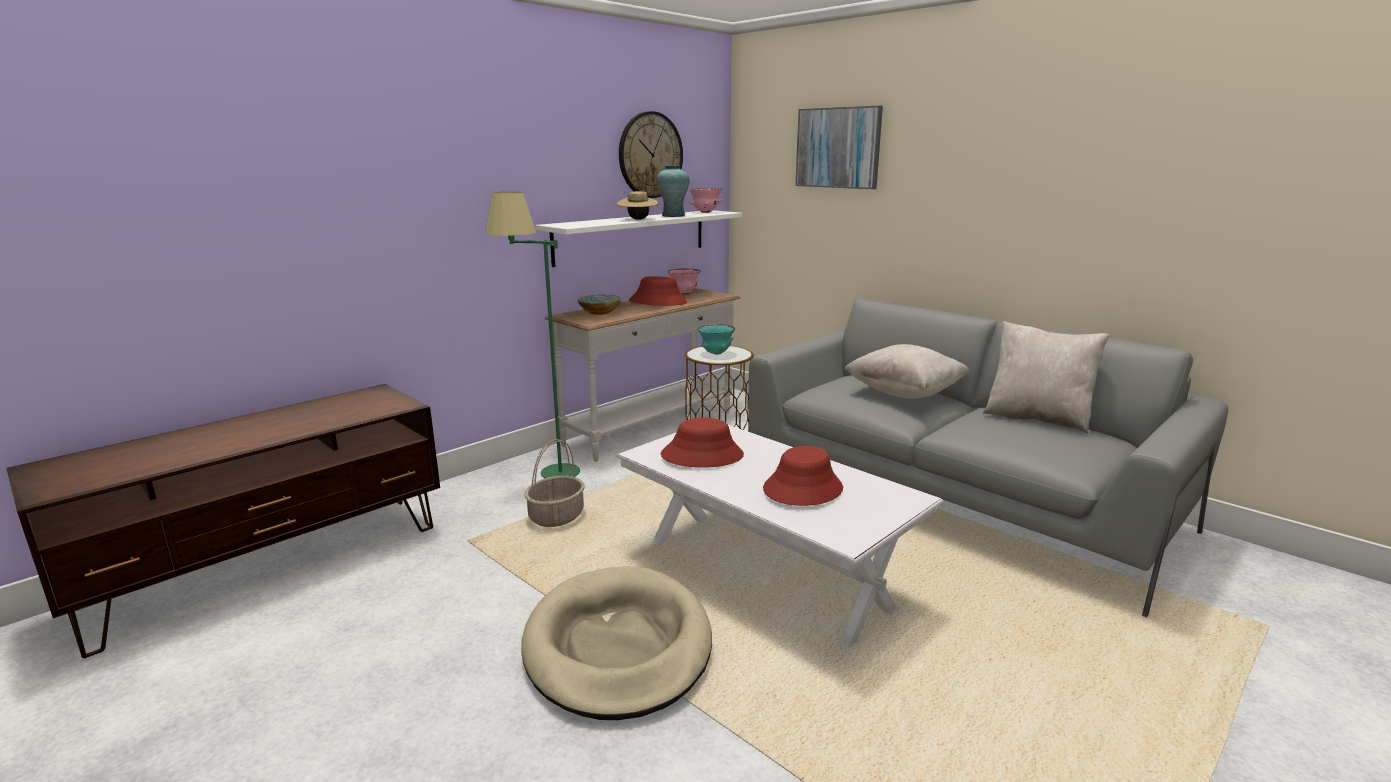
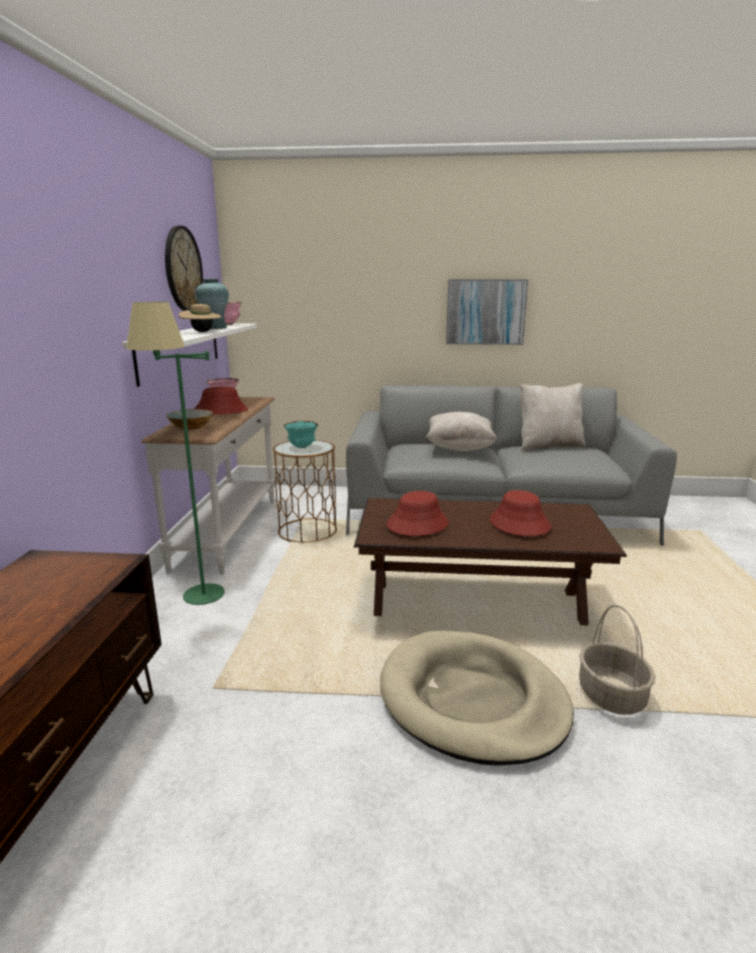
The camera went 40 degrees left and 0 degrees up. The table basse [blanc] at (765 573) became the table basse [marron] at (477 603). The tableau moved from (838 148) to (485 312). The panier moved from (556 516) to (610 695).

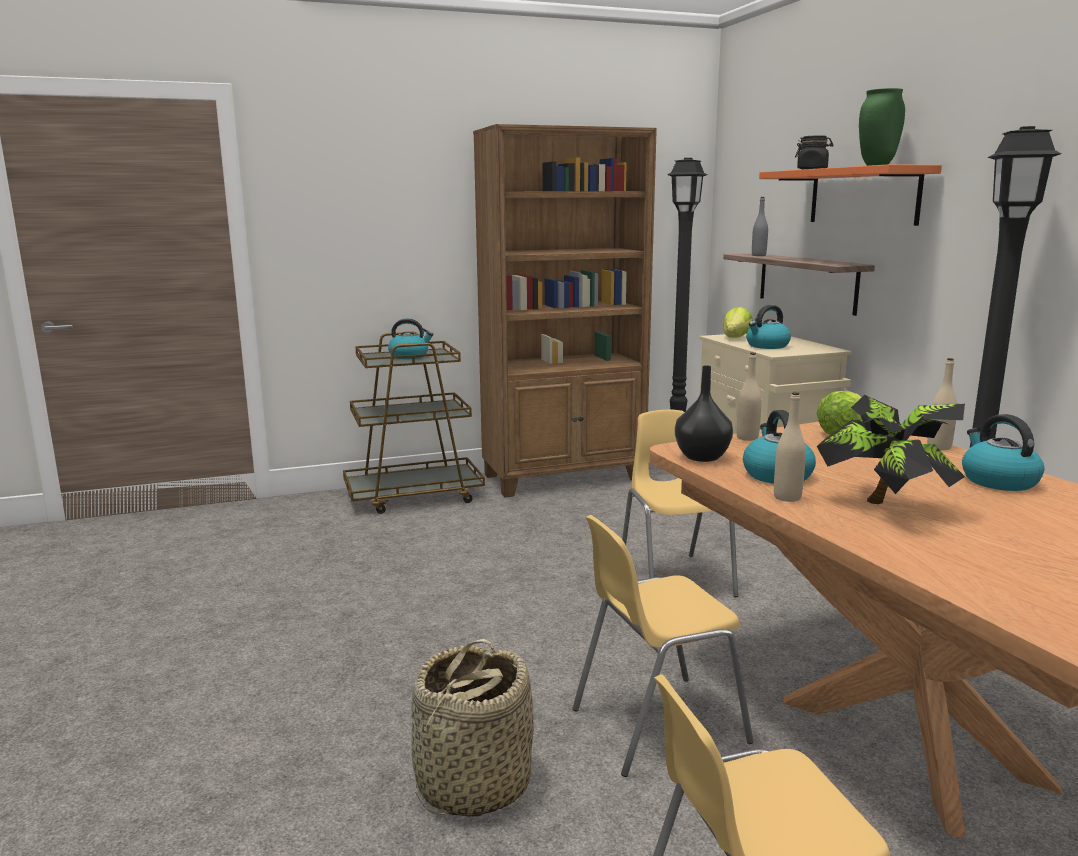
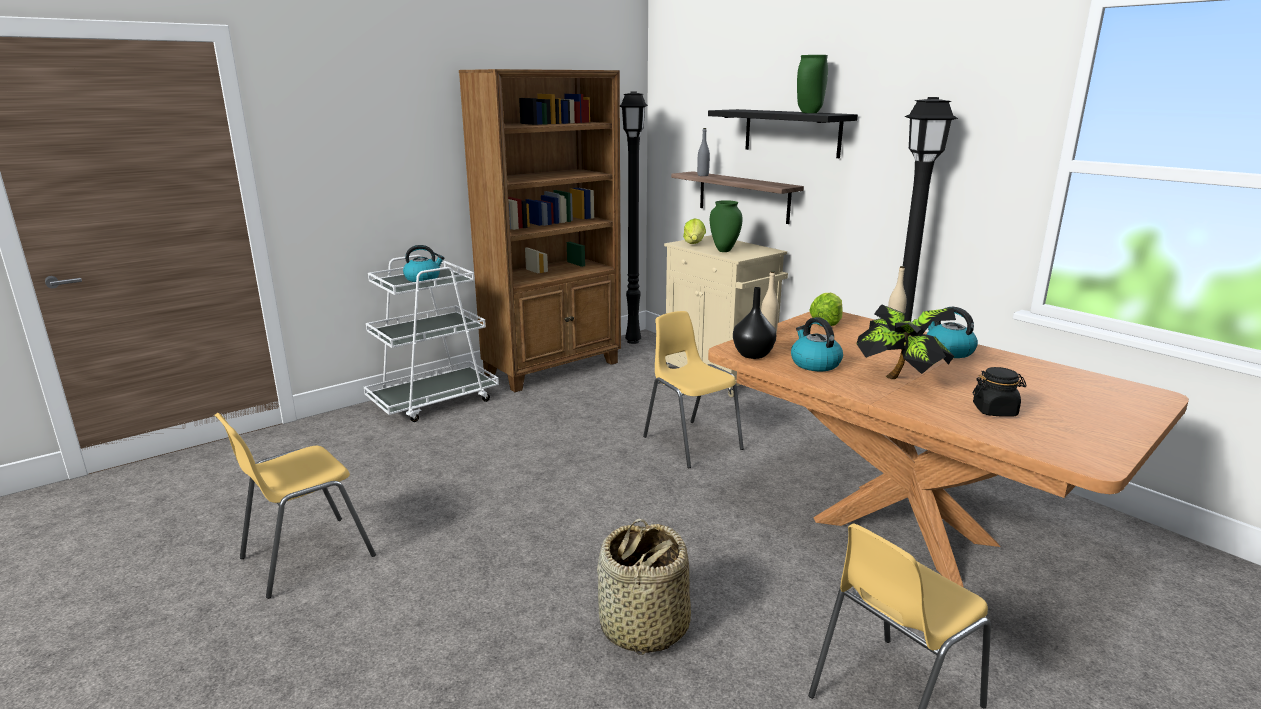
The camera went 20 degrees left and 5 degrees up. The chaise [jaune] moved from (656 725) to (305 557). The chariot [marron] at (414 496) became the chariot [blanc] at (434 401). The étagère [orange] at (863 196) became the étagère [noir] at (791 132). The bouilloire at (767 346) was replaced by the vase [vert] at (724 250). The bocal [noir] moved from (812 170) to (995 411). The bouteille [beige] at (787 497) disappeared.

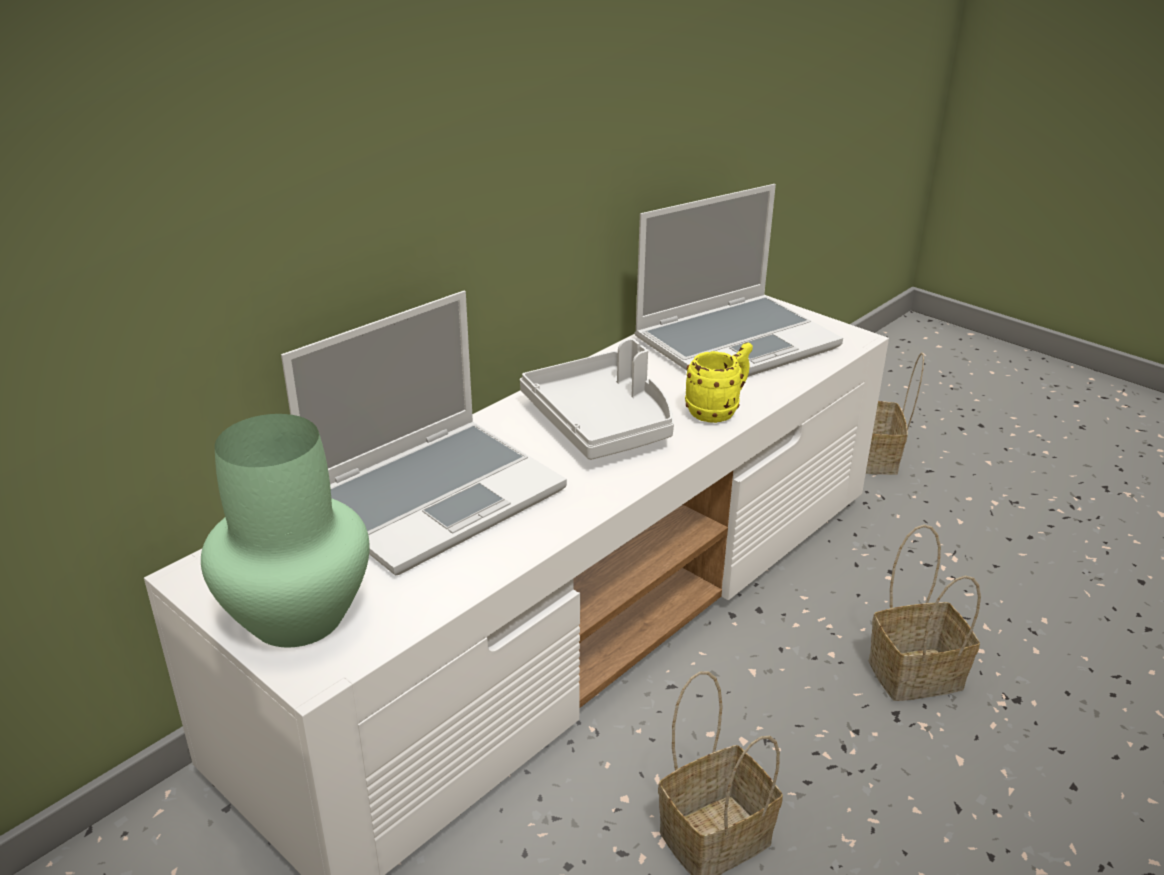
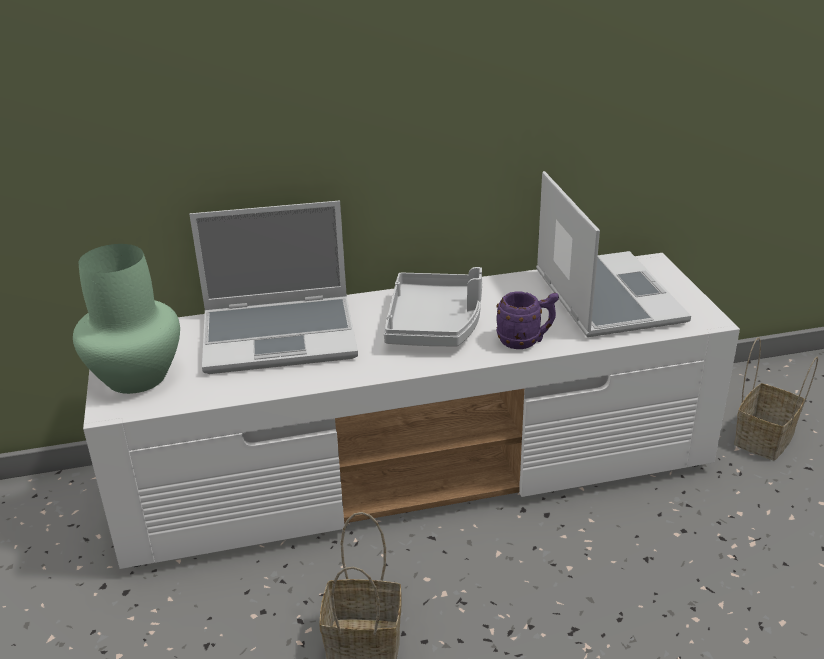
The camera went 35 degrees right and 0 degrees up. The mug [jaune] at (718 411) became the mug [violet] at (525 341). The ordinateur portable at (736 342) turned 105 degrees counterclockwise. The panier at (917 672) disappeared.

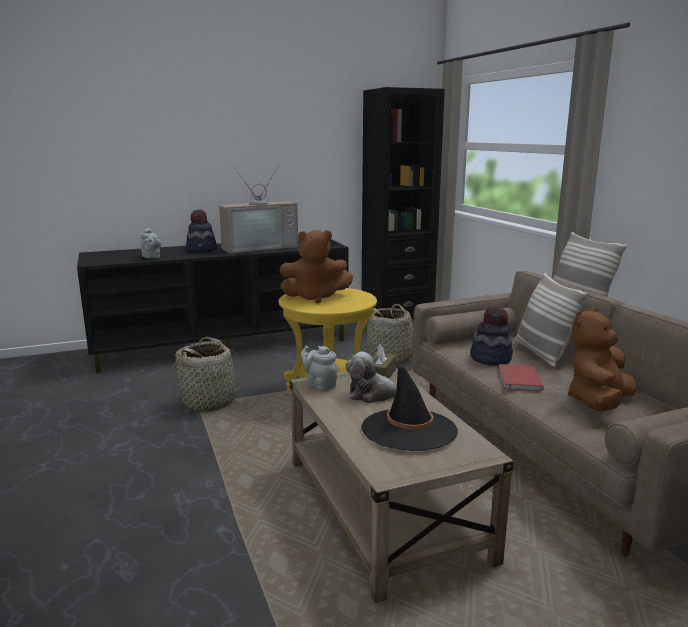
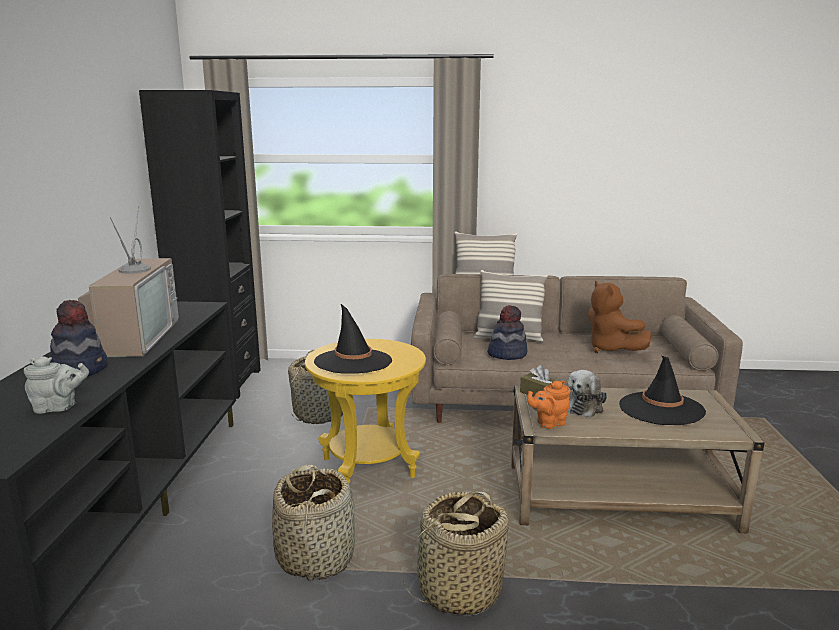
The camera went 65 degrees left and 0 degrees up. The peluche [marron] at (315 297) was replaced by the chapeau [noir] at (353 362). The panier at (459 591) appeared. The théière [gris] at (319 384) became the théière [orange] at (548 423). The livre [rouge] at (517 379) disappeared.

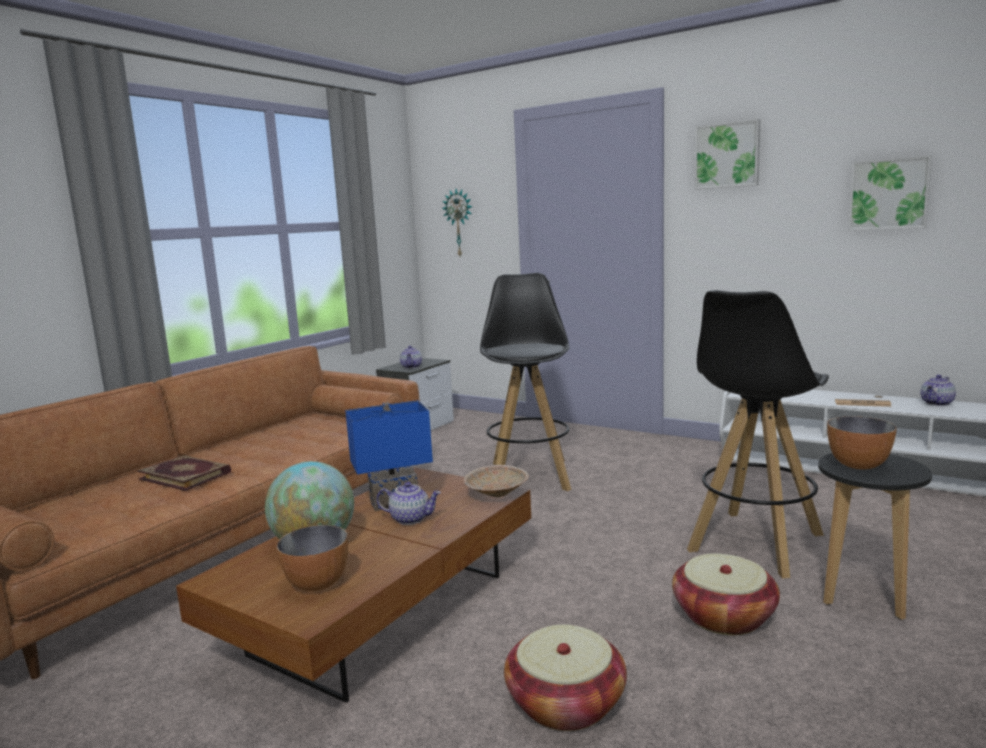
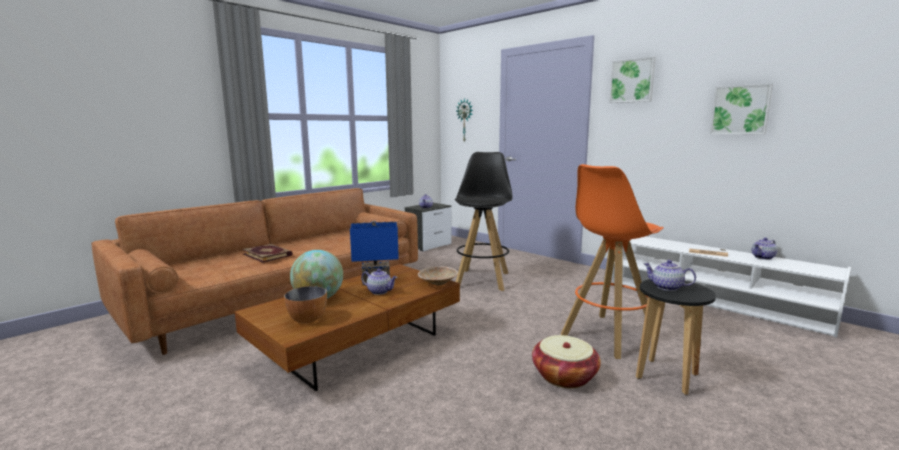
The camera went 10 degrees right and 0 degrees up. The tabouret [noir] at (754 543) became the tabouret [orange] at (607 335). The bol at (858 465) was replaced by the théière at (666 287). The panier at (566 703) disappeared.

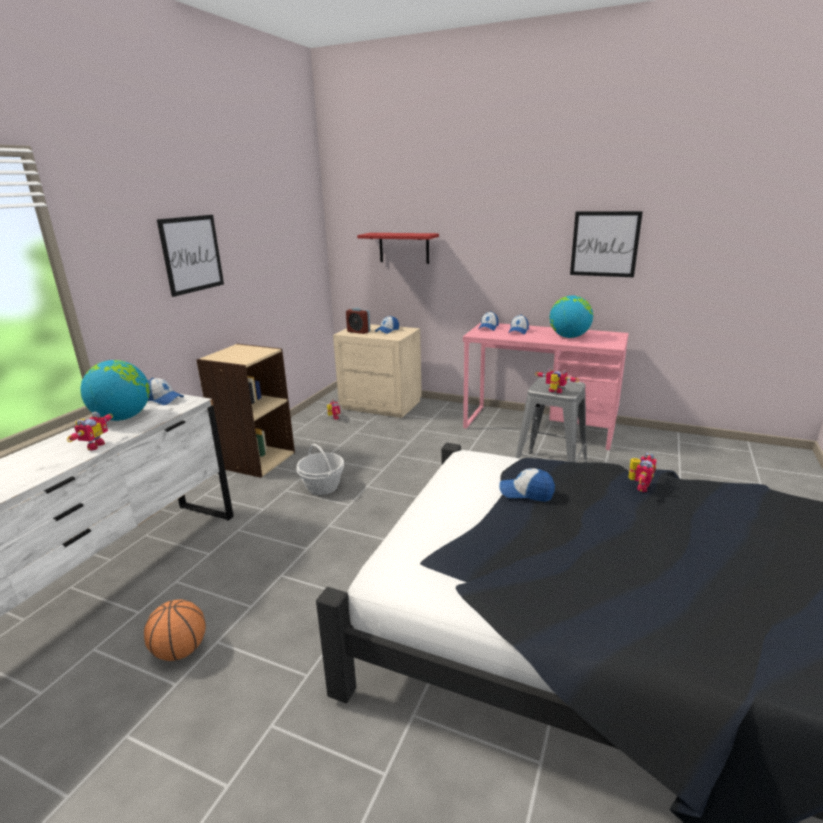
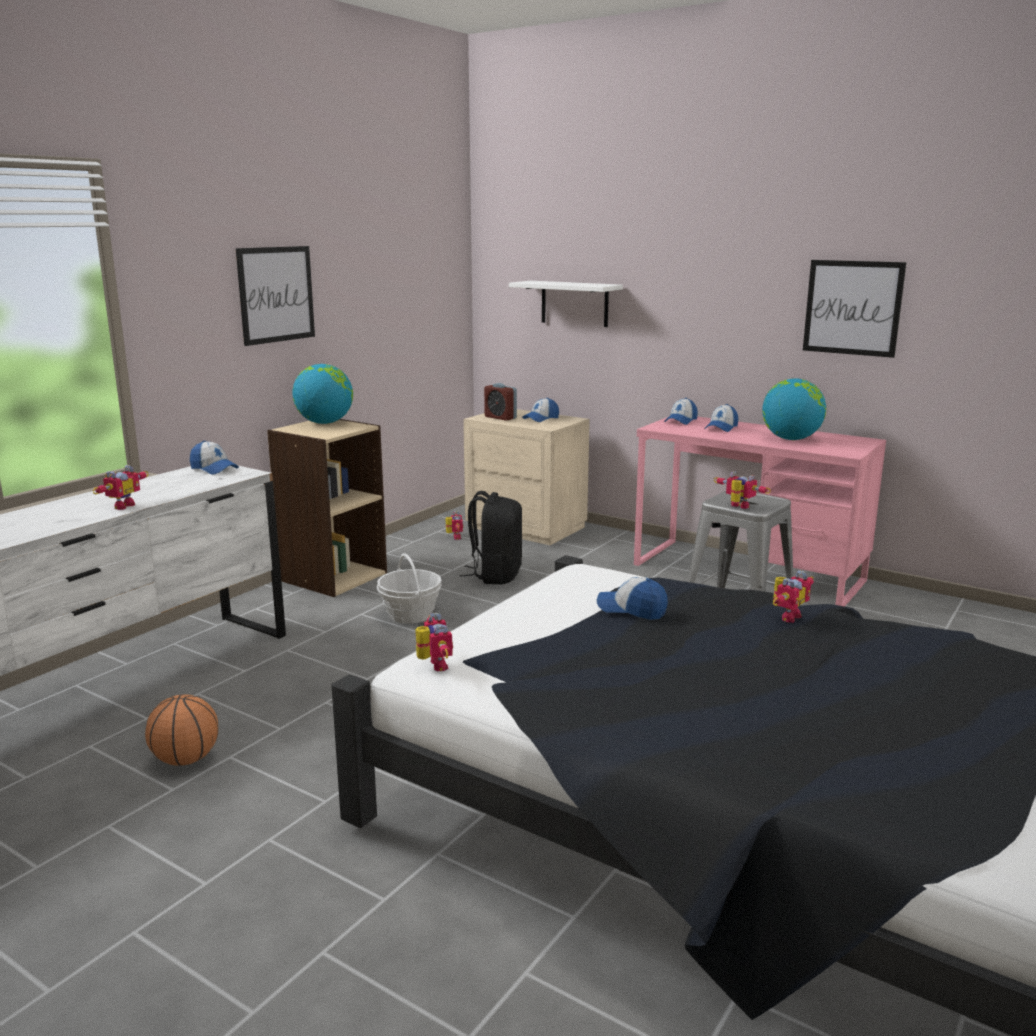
The camera went 10 degrees right and 5 degrees down. The globe moved from (123 418) to (325 423). The robot jouet at (433 665) appeared. The sac à dos [noir] at (495 575) appeared. The étagère [rouge] at (404 248) became the étagère [blanc] at (574 303).

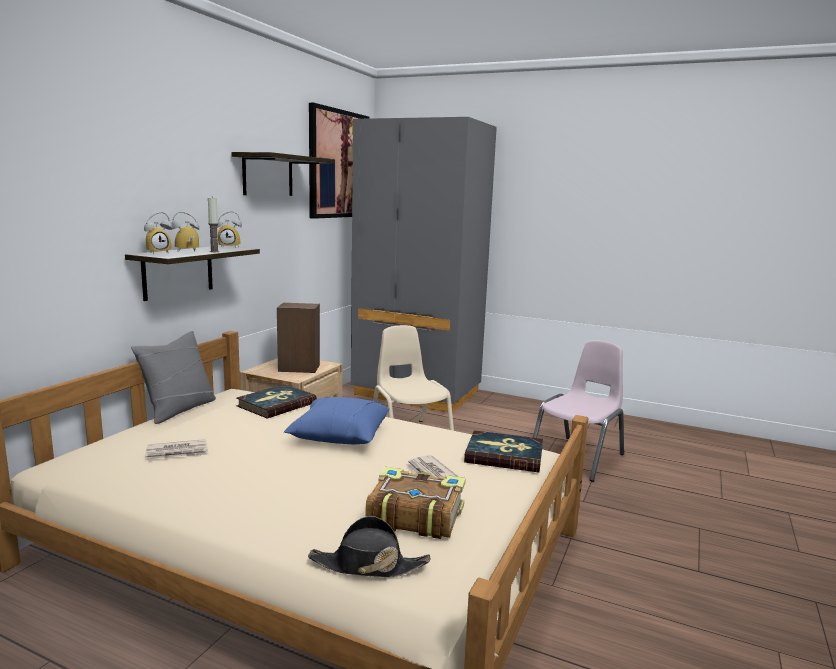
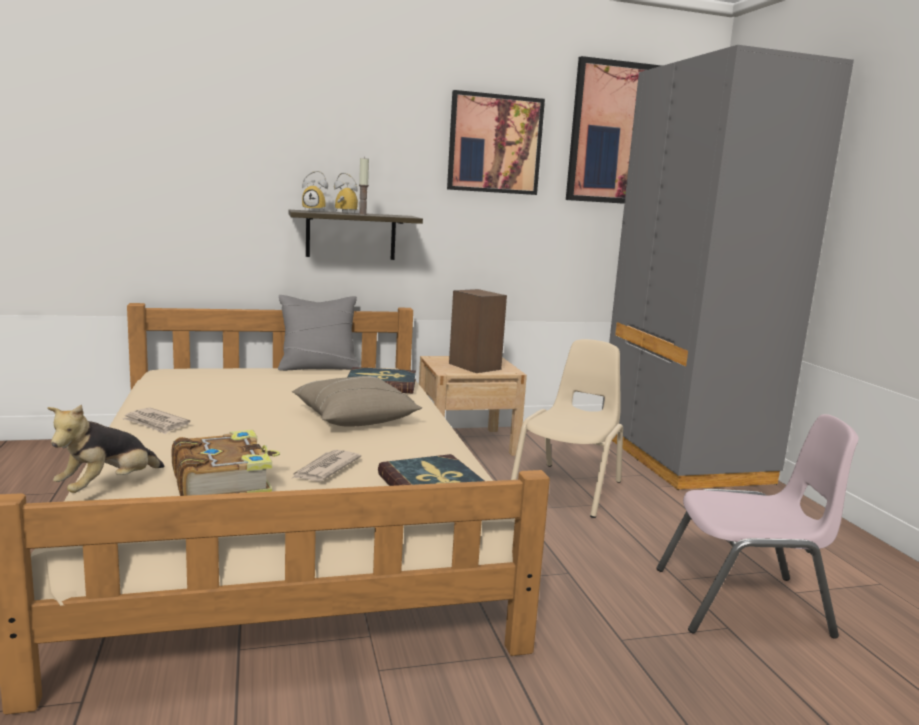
The camera went 50 degrees right and 0 degrees up. The chapeau [noir] at (368 565) was replaced by the peluche at (108 487). The journal moved from (178 452) to (156 423). The coussin [bleu] at (339 435) became the coussin [beige] at (354 418). The étagère at (268 175) was replaced by the tableau at (494 144). The réveil at (230 247) disappeared.

